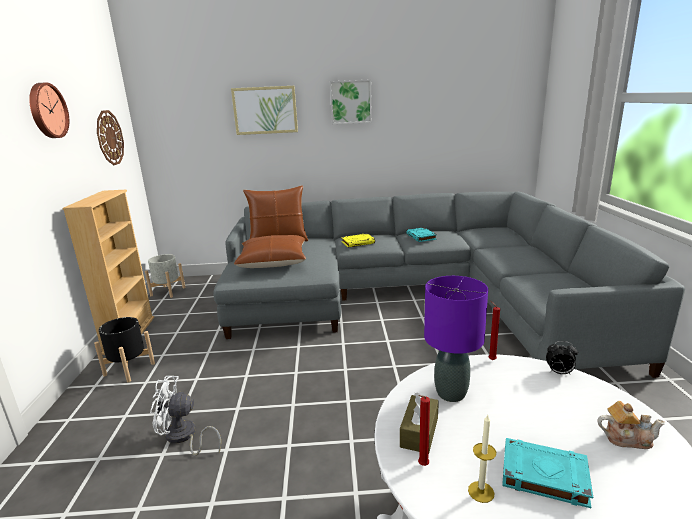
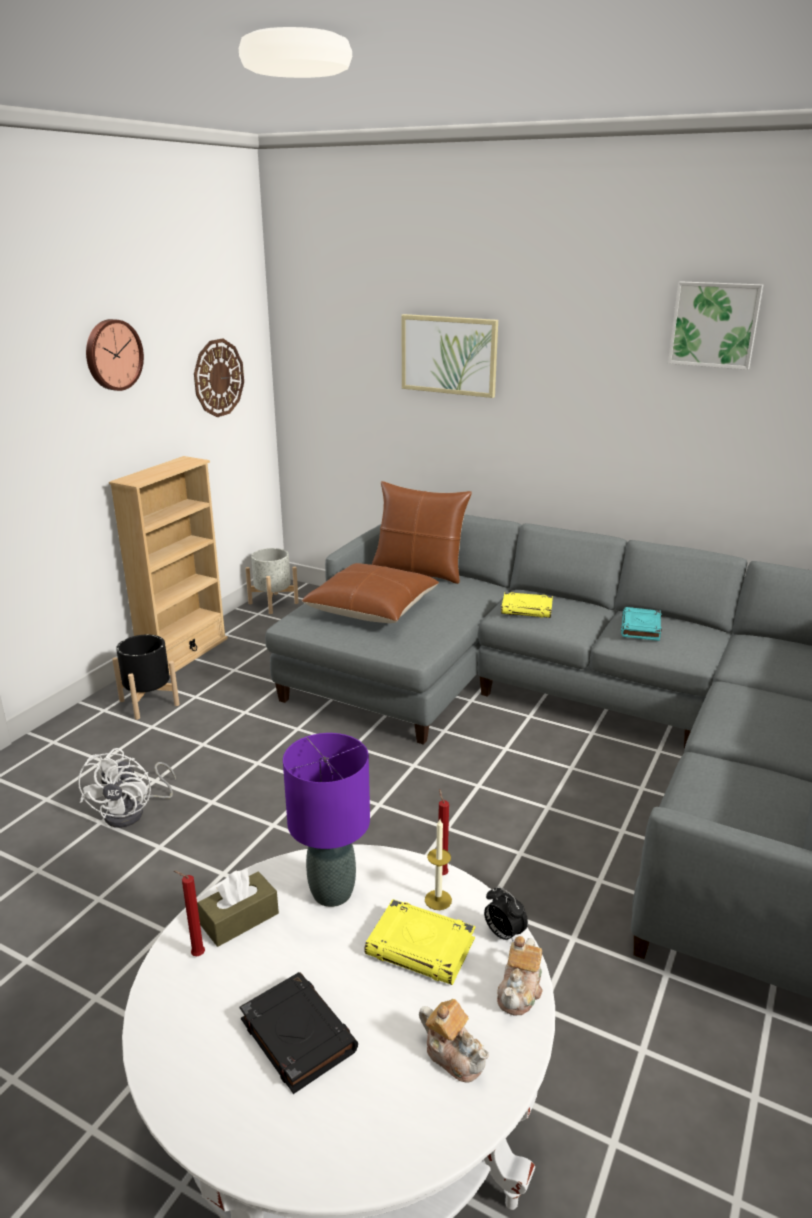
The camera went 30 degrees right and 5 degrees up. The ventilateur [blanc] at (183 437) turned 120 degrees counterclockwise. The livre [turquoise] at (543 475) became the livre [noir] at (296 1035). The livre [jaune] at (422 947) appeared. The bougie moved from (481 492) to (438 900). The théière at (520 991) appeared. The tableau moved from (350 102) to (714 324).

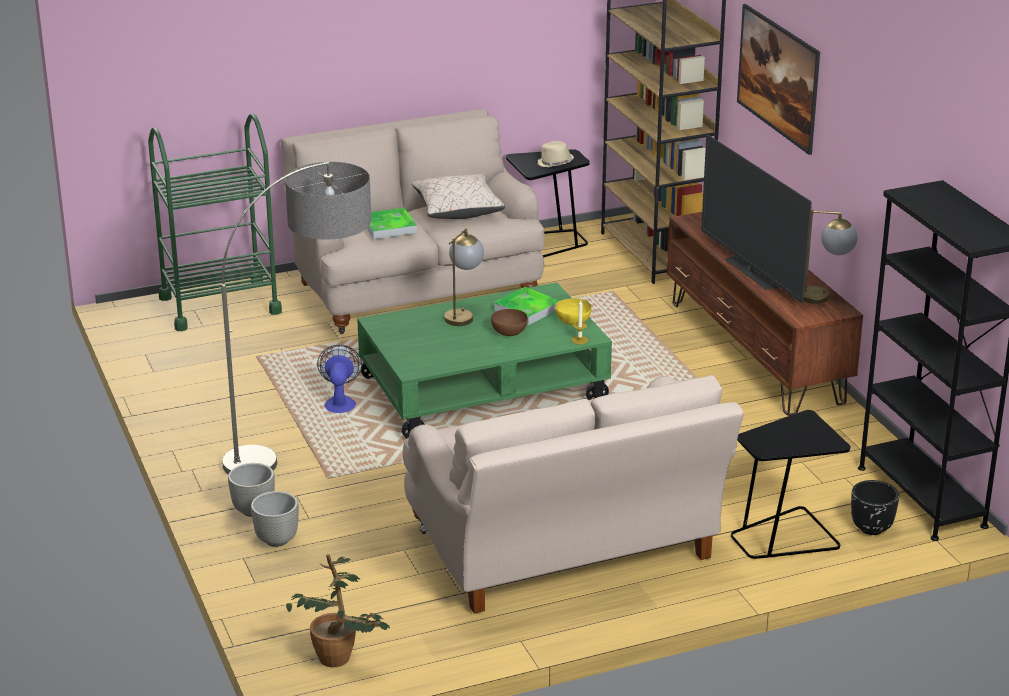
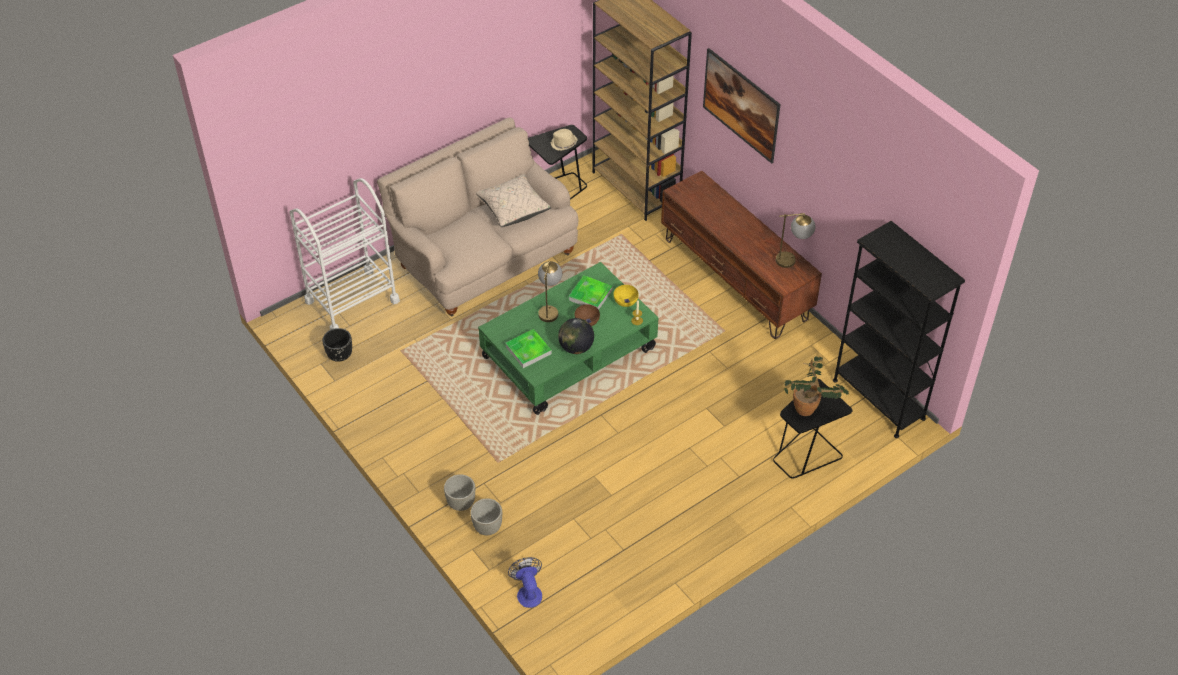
The camera went 15 degrees left and 20 degrees up. The chariot [vert] at (220 305) became the chariot [blanc] at (352 301). The cache-pot [noir] moved from (871 528) to (340 355). The plateau moved from (389 227) to (528 350). The ventilateur moved from (340 402) to (528 592). The globe at (576 347) appeared. The plante en pot moved from (340 661) to (809 410). The lampadaire at (310 448) disappeared. The canapé [beige] at (565 549) disappeared. The téléviseur at (751 273) disappeared.

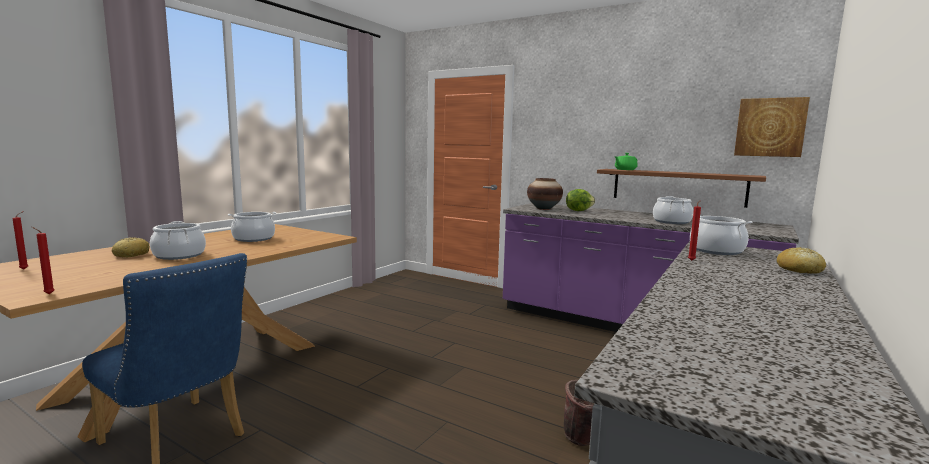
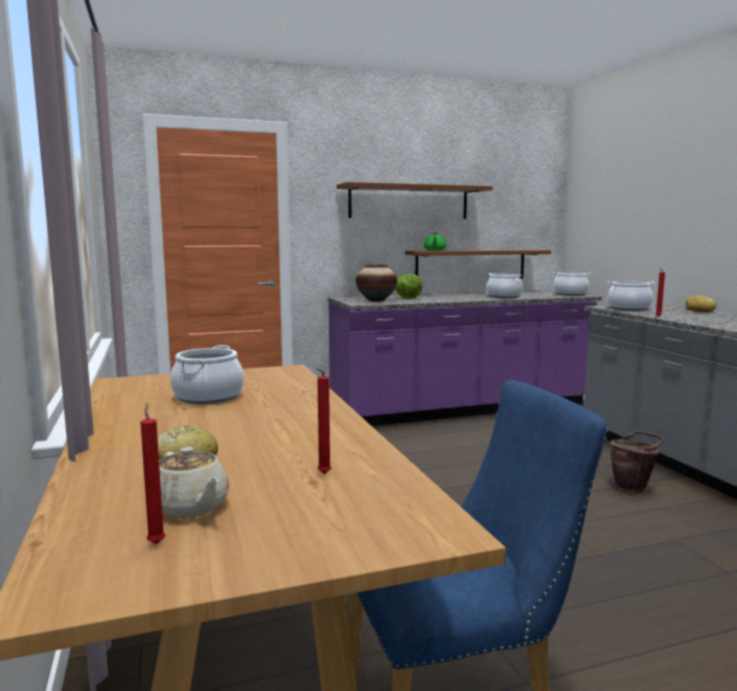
The camera went 50 degrees left and 0 degrees up. The théière [beige] at (190 507) appeared. The bougie [rouge] moved from (48 294) to (323 474). The étagère [marron] at (409 202) appeared. The marmite moved from (179 255) to (570 294). The tableau at (770 127) disappeared.

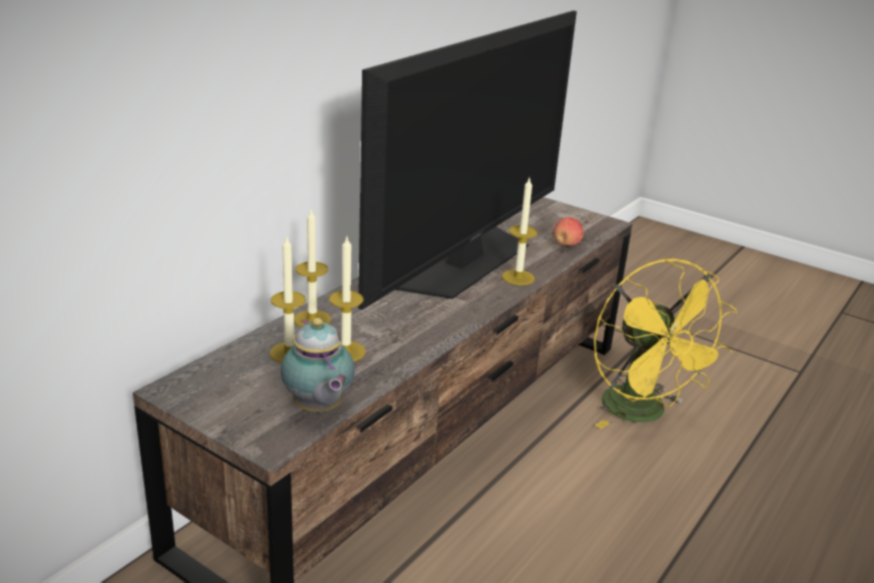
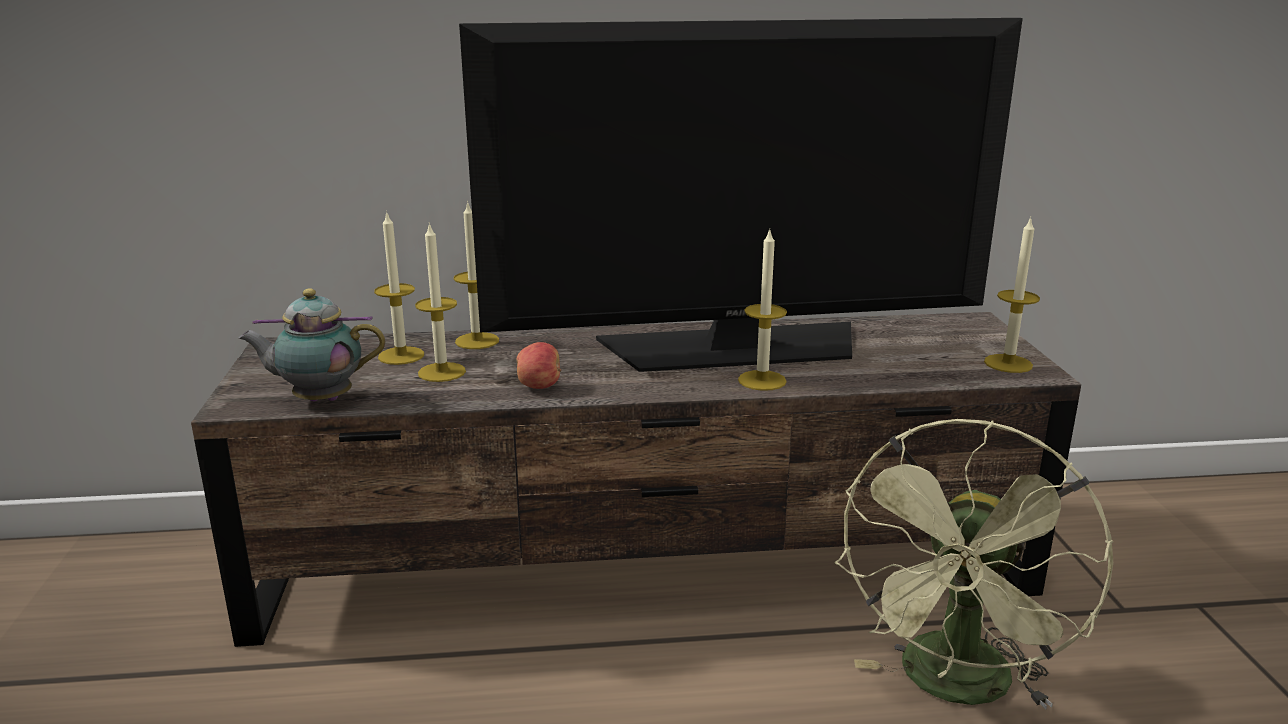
The camera went 50 degrees right and 5 degrees down. The théière at (318 409) turned 60 degrees clockwise. The pomme moved from (566 244) to (539 386). The ventilateur [jaune] at (643 413) became the ventilateur [vert] at (955 688). The bougie at (1008 363) appeared.

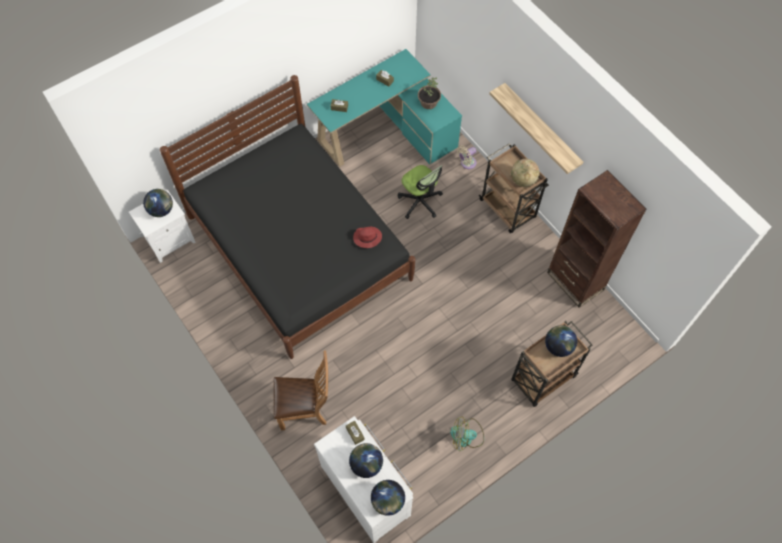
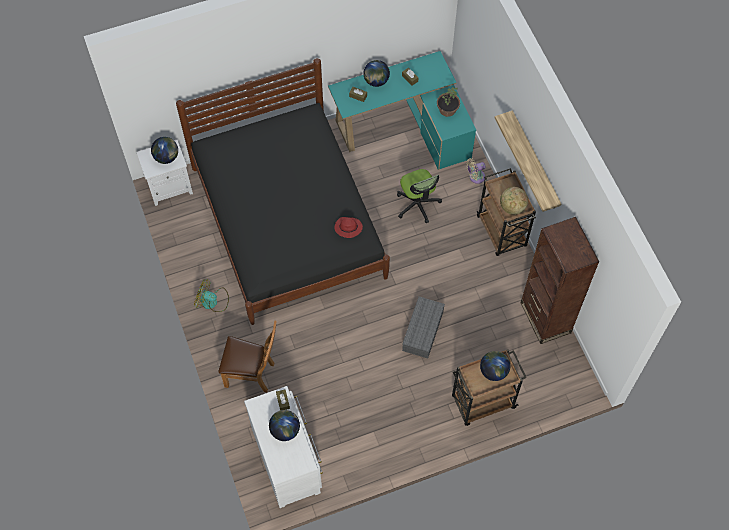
The camera went 15 degrees right and 0 degrees up. The ventilateur moved from (466 436) to (212 301). The globe moved from (388 501) to (376 81). The boîte de rangement [gris] at (423 332) appeared.

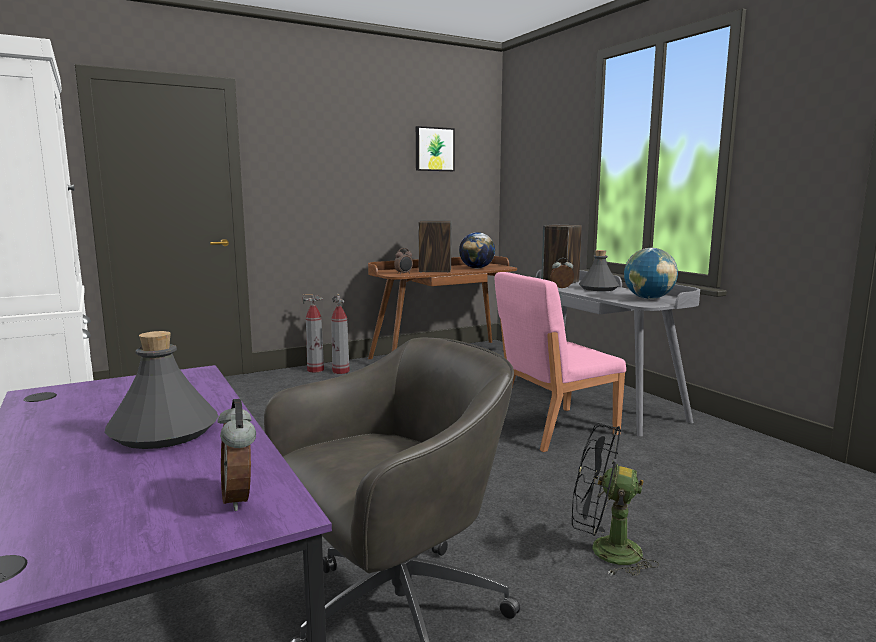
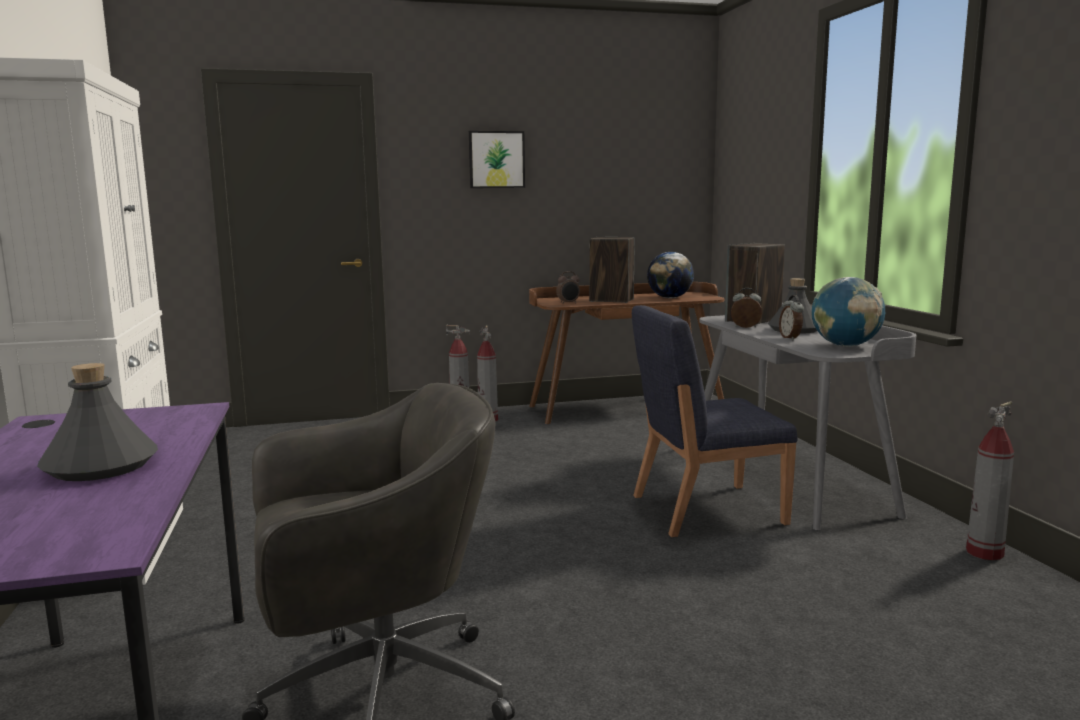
The camera went 15 degrees right and 0 degrees up. The tableau moved from (434 149) to (496 160). The chaise [rose] at (553 428) became the chaise [bleu] at (705 509). The réveil moved from (240 498) to (790 338). The extincteur at (984 553) appeared. The ventilateur [noir] at (604 551) disappeared.

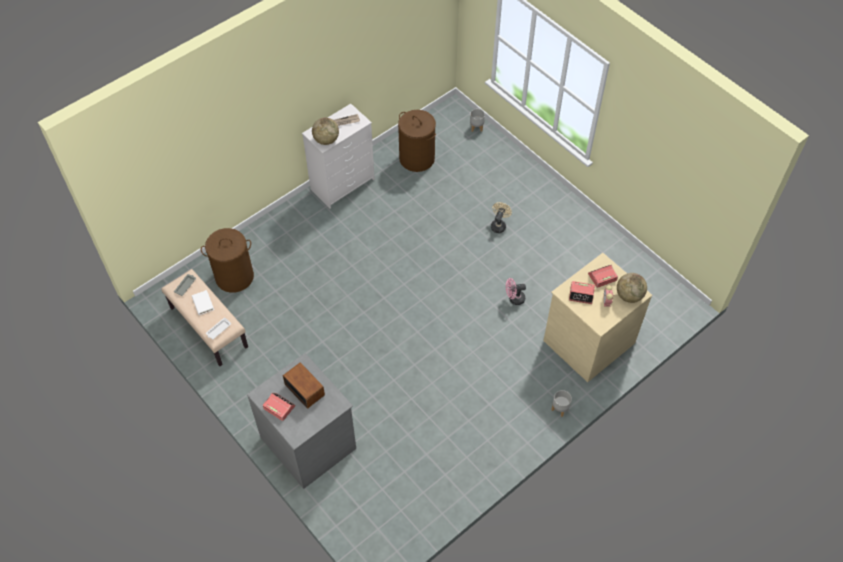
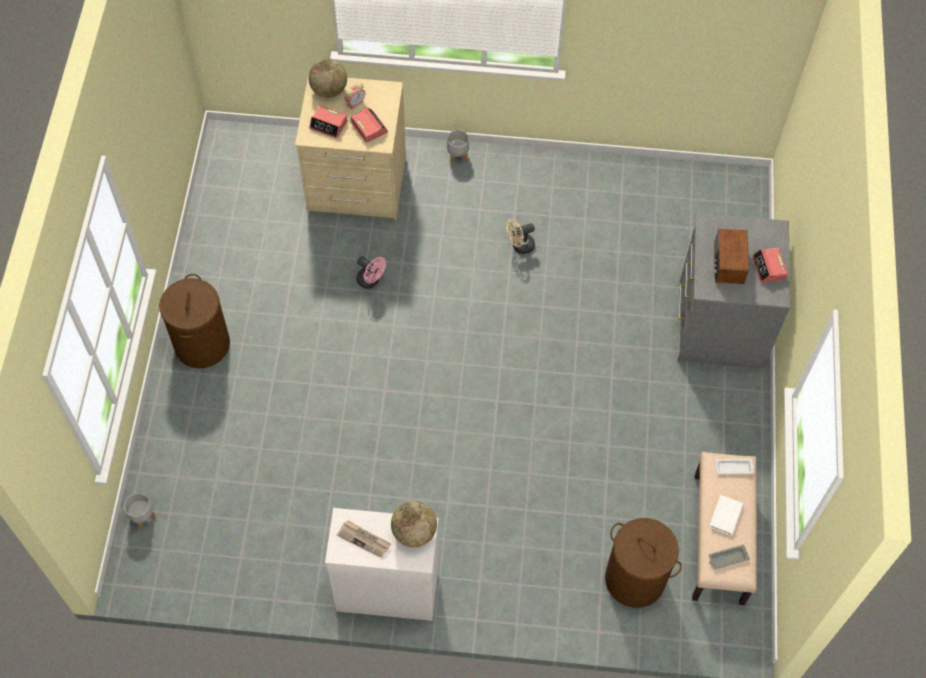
The camera went 135 degrees left and 5 degrees up. The panier à linge [marron] moved from (417 158) to (201 344). The ventilateur [beige] moved from (499 225) to (519 246).

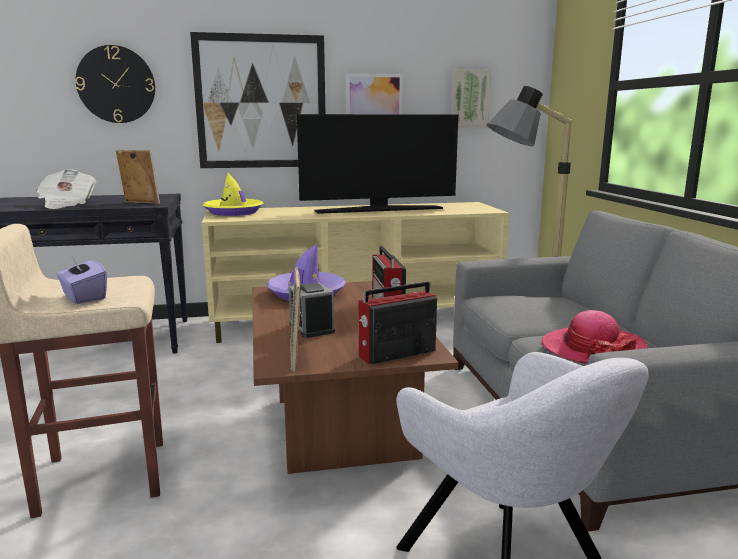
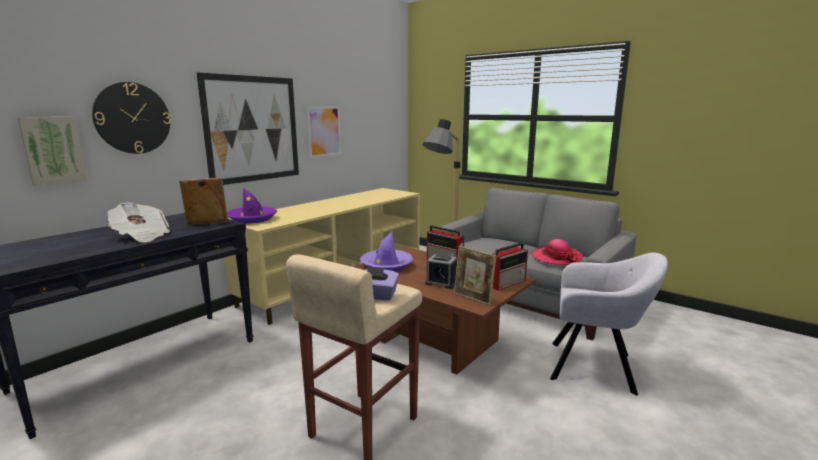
The camera went 40 degrees left and 0 degrees up. The tableau moved from (469 99) to (53 150). The chapeau [jaune] at (233 212) became the chapeau [violet] at (252 219). The radio at (395 354) turned 150 degrees counterclockwise. The téléviseur at (379 210) disappeared.

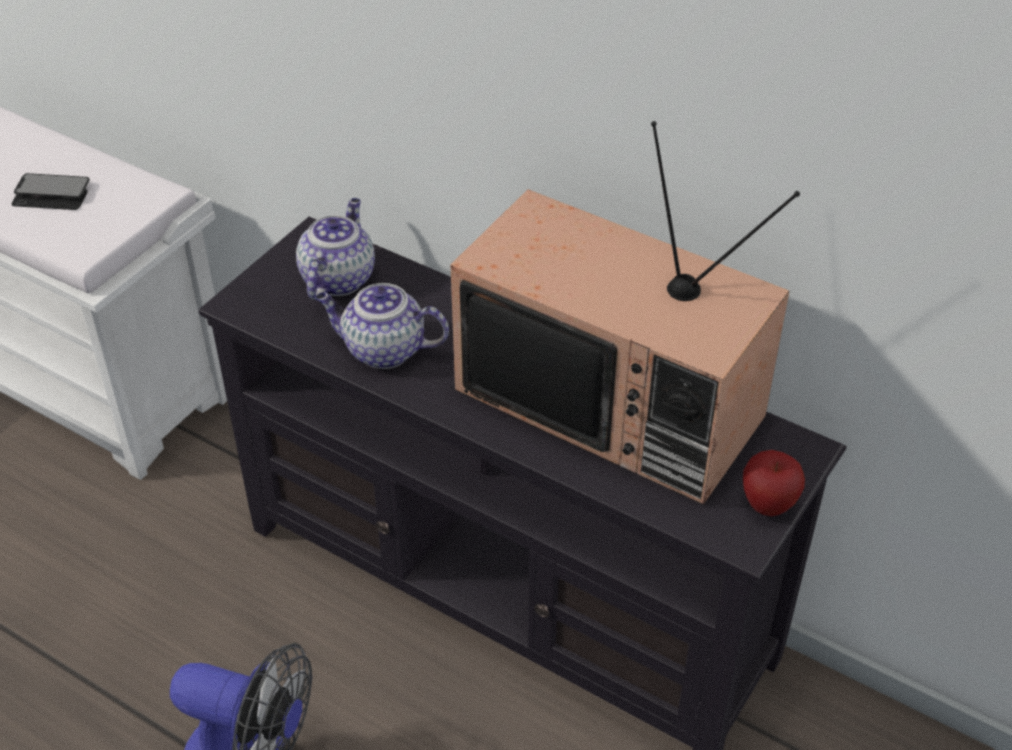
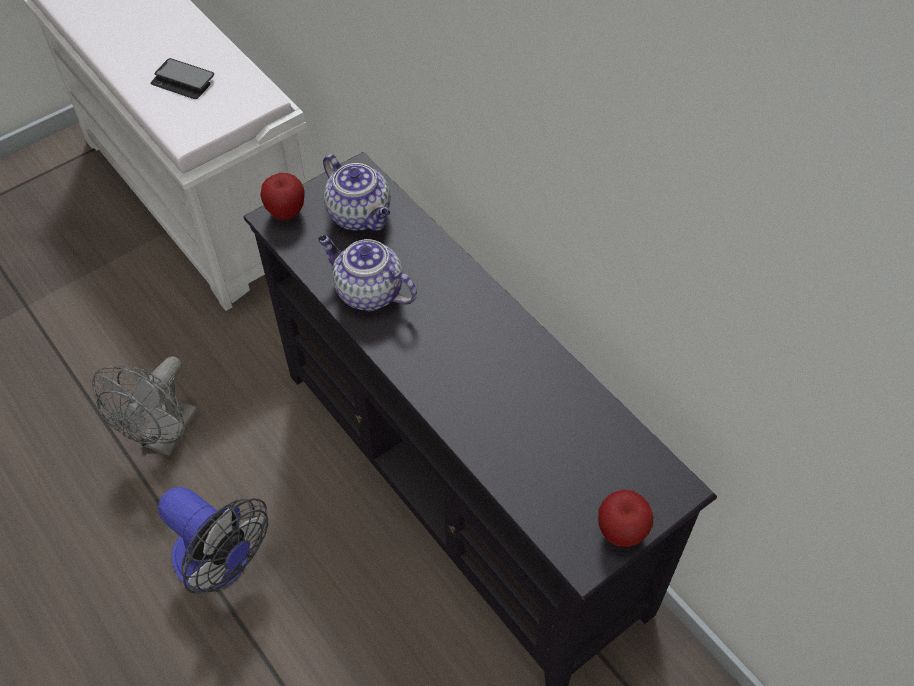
The camera went 20 degrees right and 10 degrees up. The ventilateur [gris] at (165 437) appeared. The pomme at (286 213) appeared. The théière at (337 278) turned 105 degrees clockwise. The téléviseur at (615 401) disappeared.

